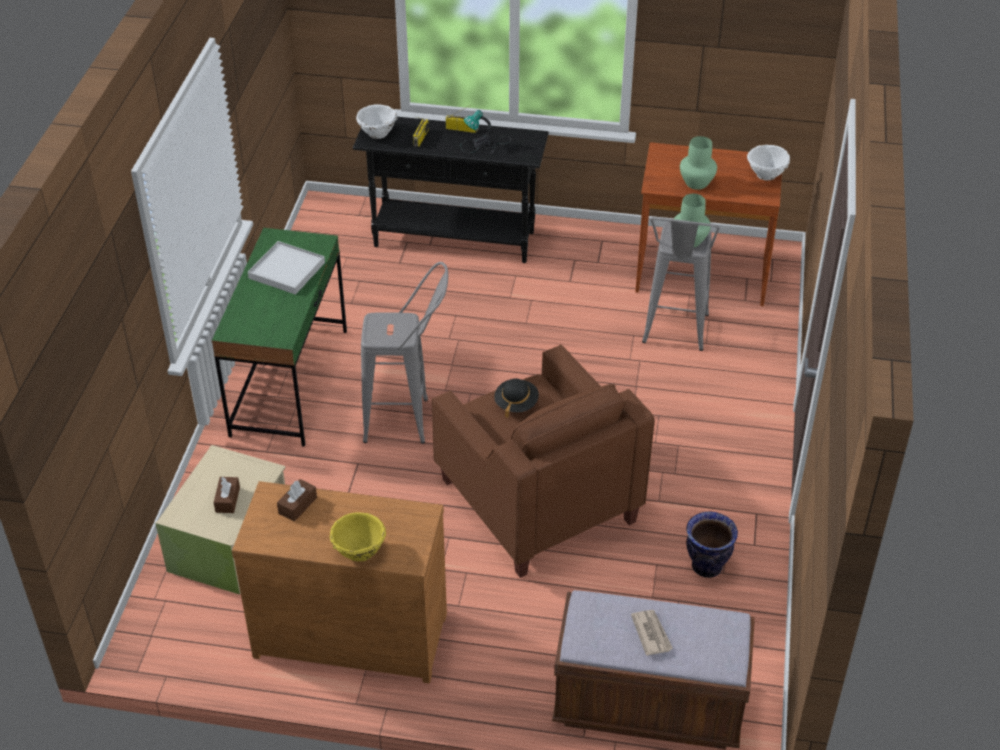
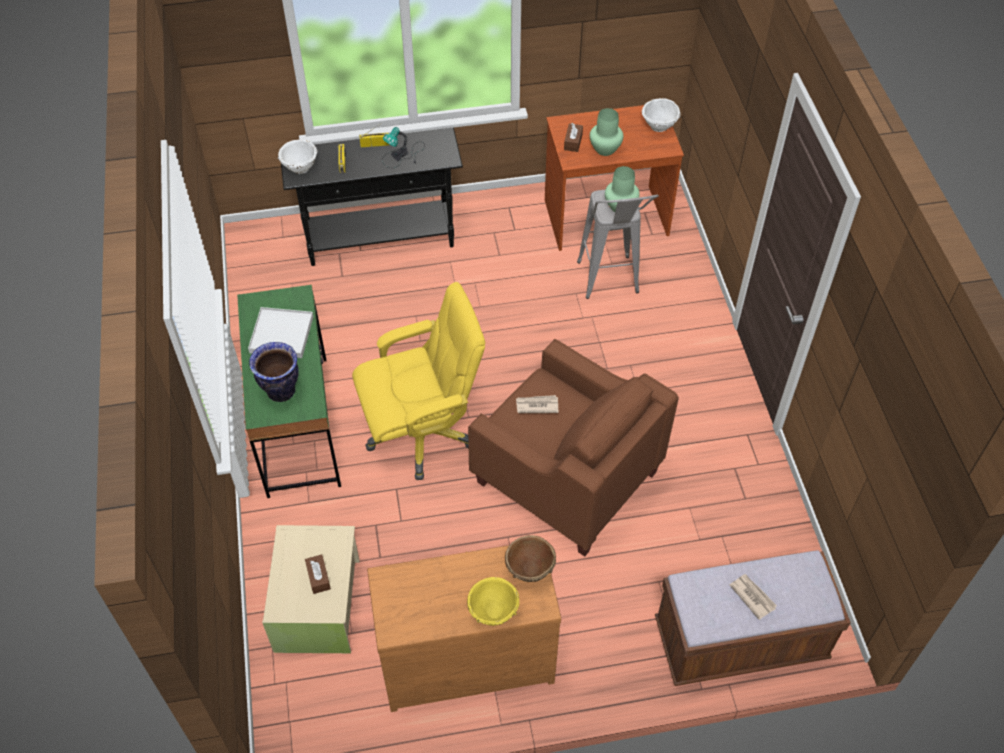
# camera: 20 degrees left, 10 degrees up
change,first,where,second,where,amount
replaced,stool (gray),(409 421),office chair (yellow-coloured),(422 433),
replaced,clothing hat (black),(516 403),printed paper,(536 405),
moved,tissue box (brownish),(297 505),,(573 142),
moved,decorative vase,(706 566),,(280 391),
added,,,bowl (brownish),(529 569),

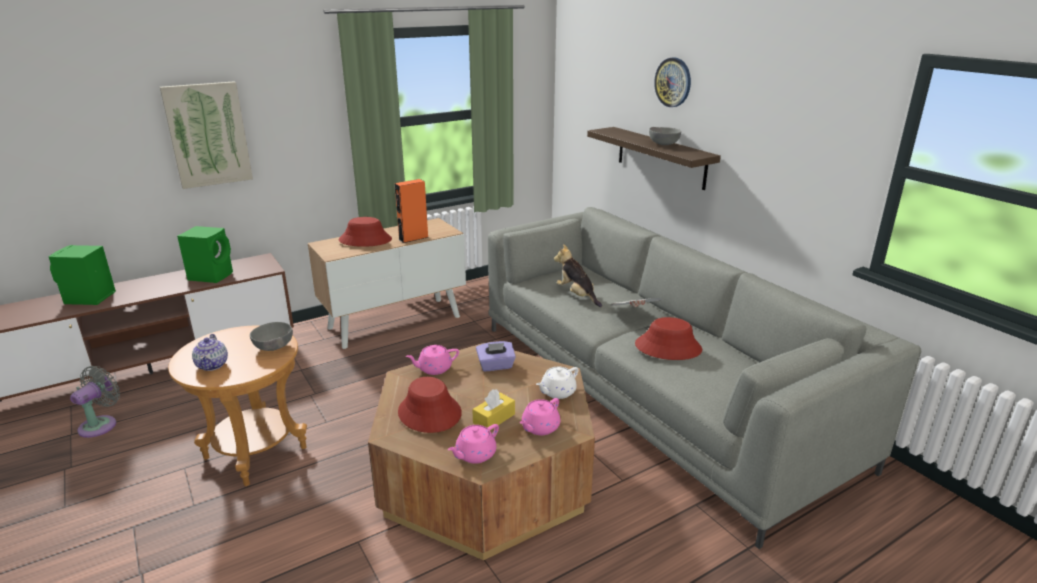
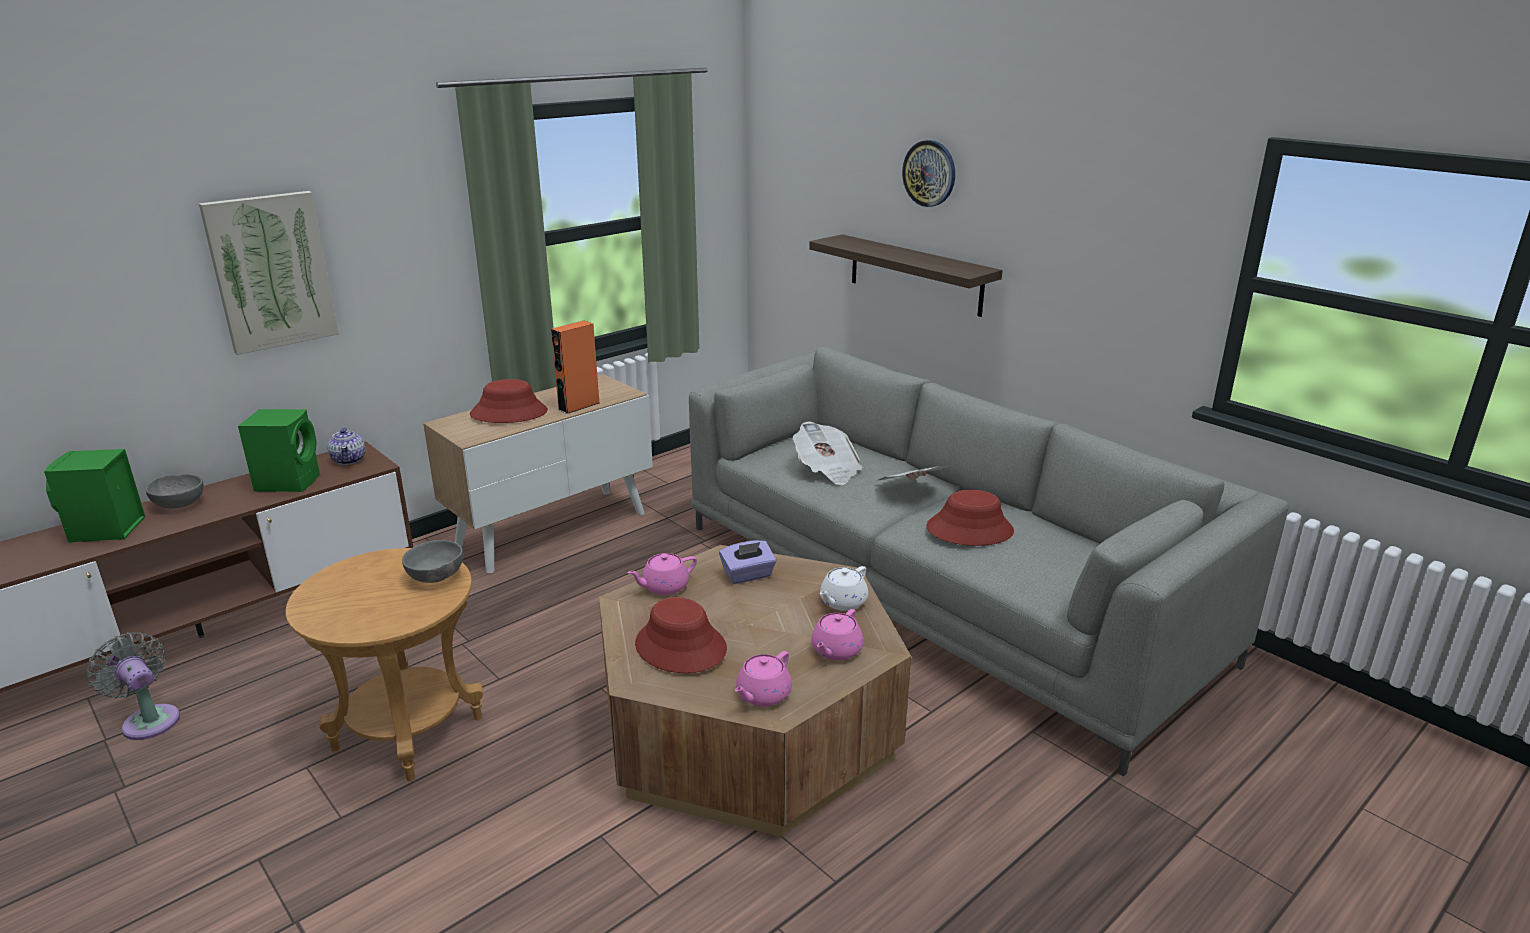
# camera: 10 degrees left, 0 degrees up
change,first,where,second,where,amount
moved,bowl (gray),(663 144),,(180 504),
replaced,cuddly toy,(577 295),printed paper,(827 470),
moved,teapot,(213 365),,(349 460),
turned,cooling fan (gray),(101 424),,(149 720),60 degrees counterclockwise
removed,tissue box (yellow-coloured),(494 419),,,

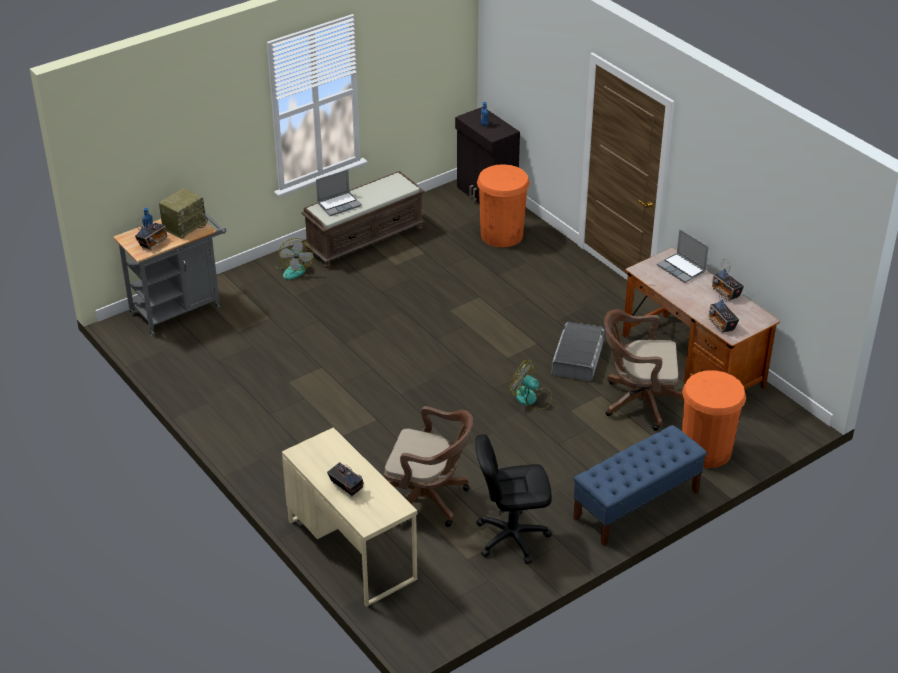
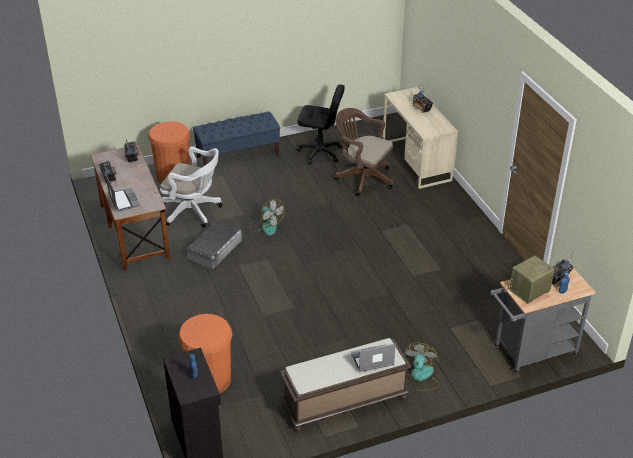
# camera: 165 degrees left, 0 degrees up
change,first,where,second,where,amount
recoloured,office chair (brownish),(638 402),office chair (white-coloured),(193 211),

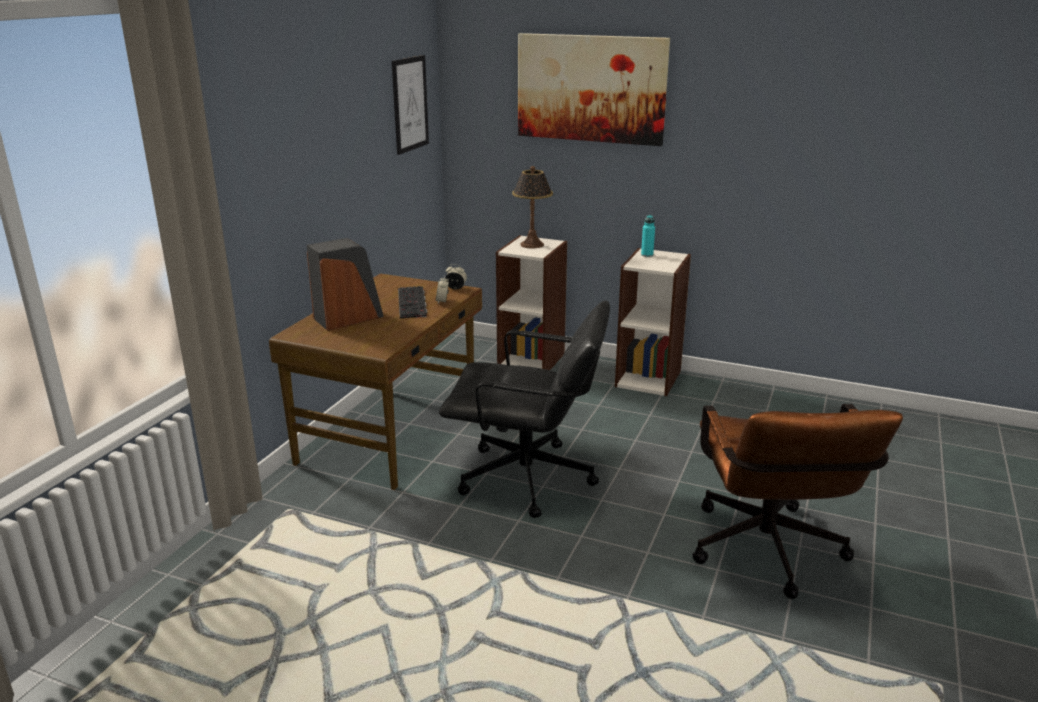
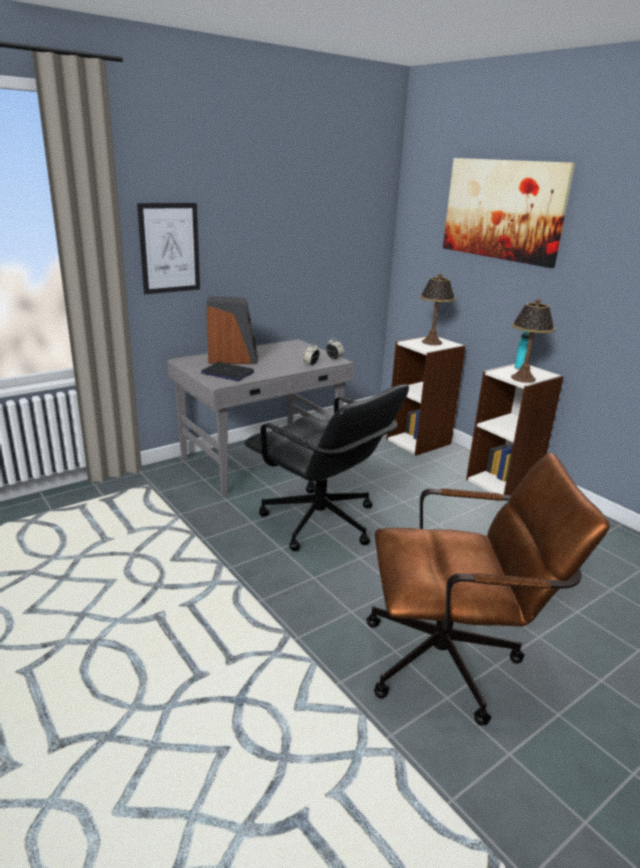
# camera: 30 degrees right, 0 degrees up
change,first,where,second,where,amount
moved,wall art,(410 104),,(169 248),
recoloured,desk unit (brownish),(391 434),desk unit (gray),(262 460),
removed,PC keyboard,(413 303),,,
turned,office chair (brownish),(769 556),,(455 661),120 degrees counterclockwise
added,,,table lamp,(523 378),
added,,,notebook computer,(227 373),

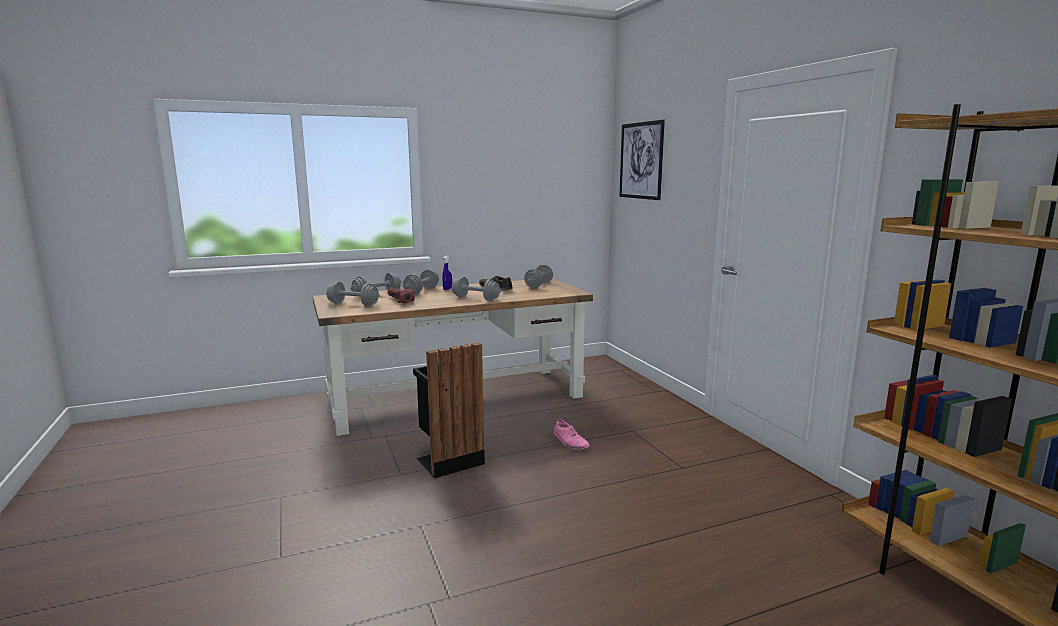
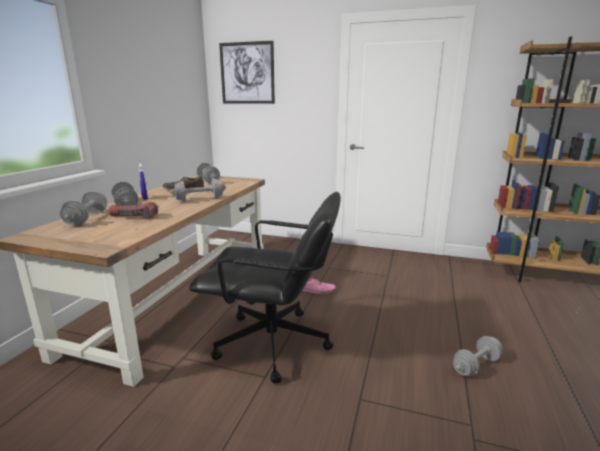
# camera: 50 degrees left, 5 degrees up
change,first,where,second,where,amount
moved,hand weight (gray),(353 304),,(476 365),
replaced,rubbish bin (black),(448 460),office chair (black),(273 344),

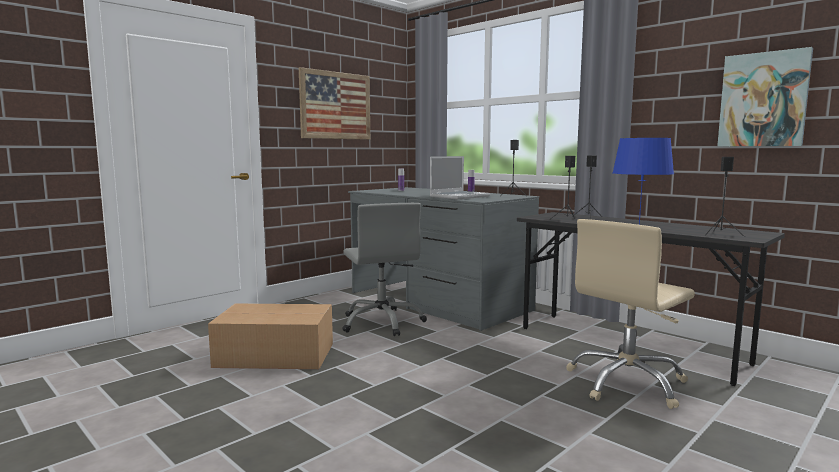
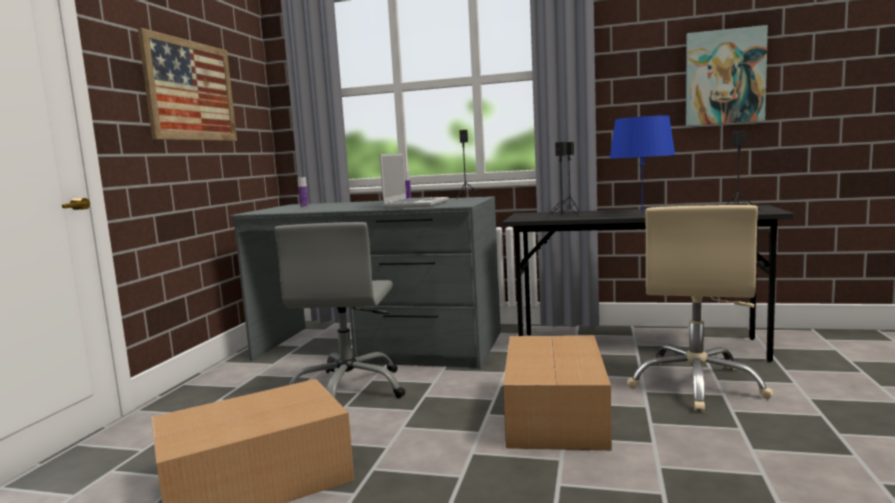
# camera: 30 degrees left, 0 degrees up
change,first,where,second,where,amount
turned,office chair (gray),(382 322),,(349 389),60 degrees clockwise
added,,,carton,(556 413),

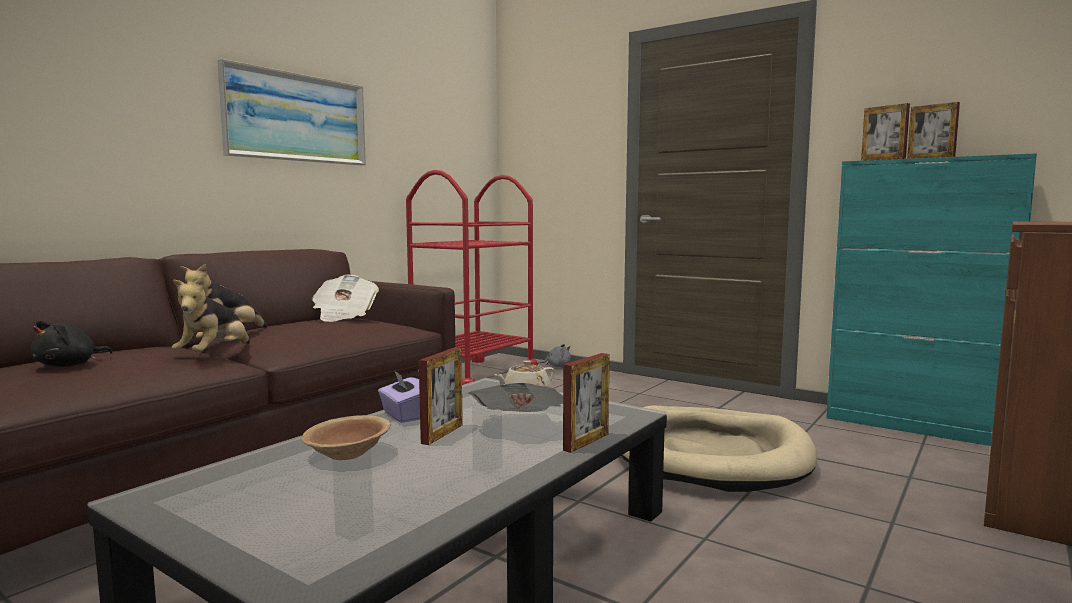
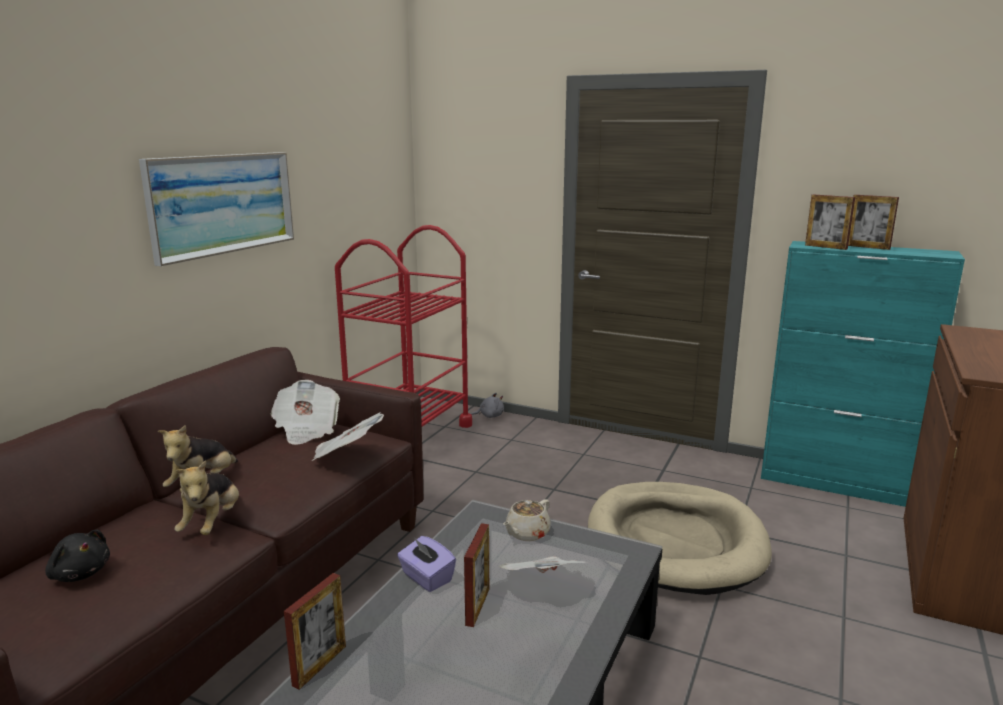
# camera: 10 degrees left, 10 degrees up
change,first,where,second,where,amount
turned,cuddly toy (black),(69 365),,(80 573),75 degrees counterclockwise
moved,standing frame,(586 442),,(319 665),
removed,bowl (brownish),(347 454),,,
added,,,printed paper,(347 454),

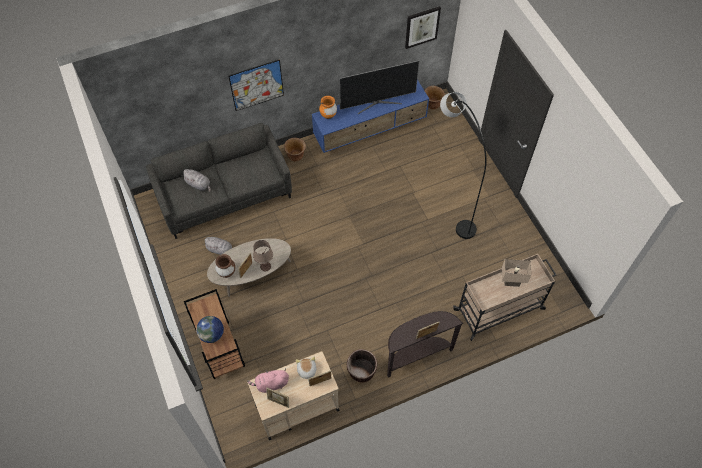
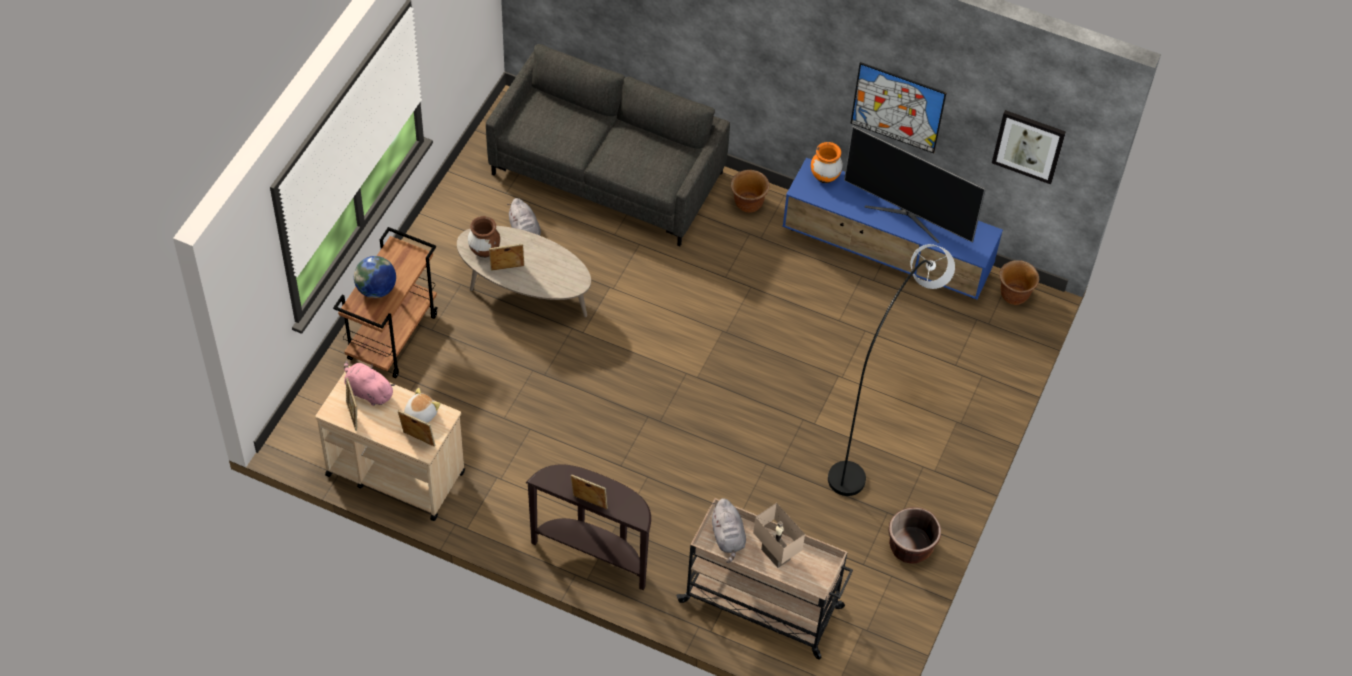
# camera: 45 degrees right, 5 degrees down
change,first,where,second,where,amount
moved,wall art,(256 85),,(897 107),
moved,cuddly toy (gray),(199 184),,(728 537),
removed,table lamp (brownish),(265 266),,,
moved,plant pot (brownish),(361 371),,(911 546),

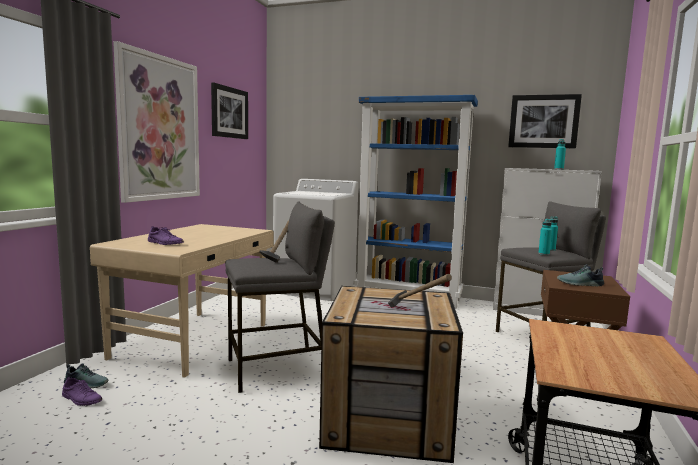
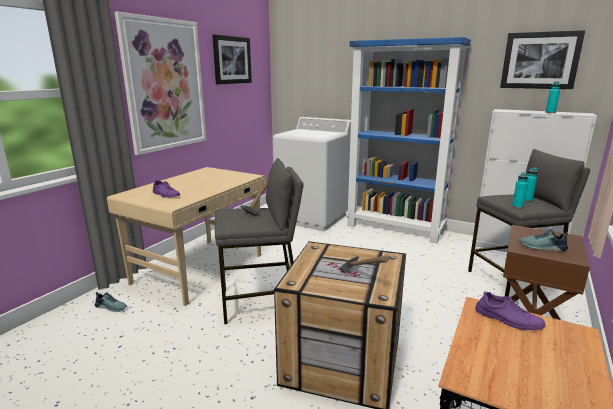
# camera: 10 degrees right, 10 degrees up
change,first,where,second,where,amount
moved,shoe (purple),(81 399),,(508 319),

